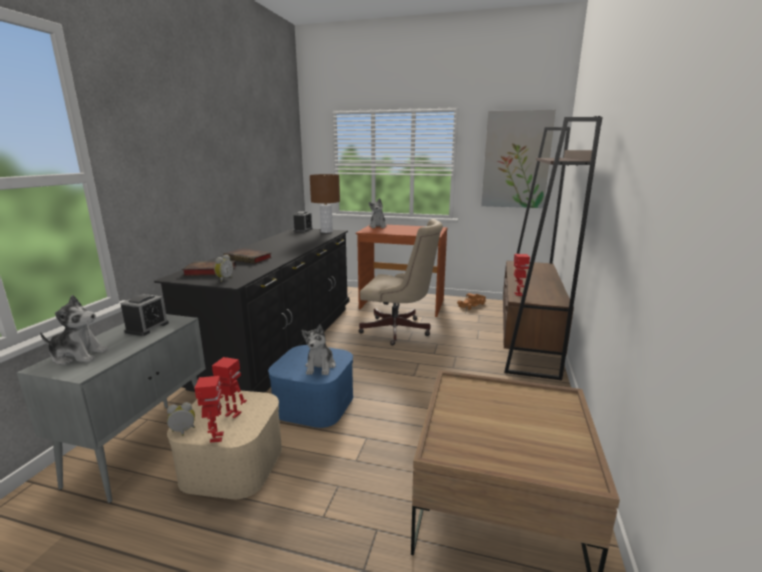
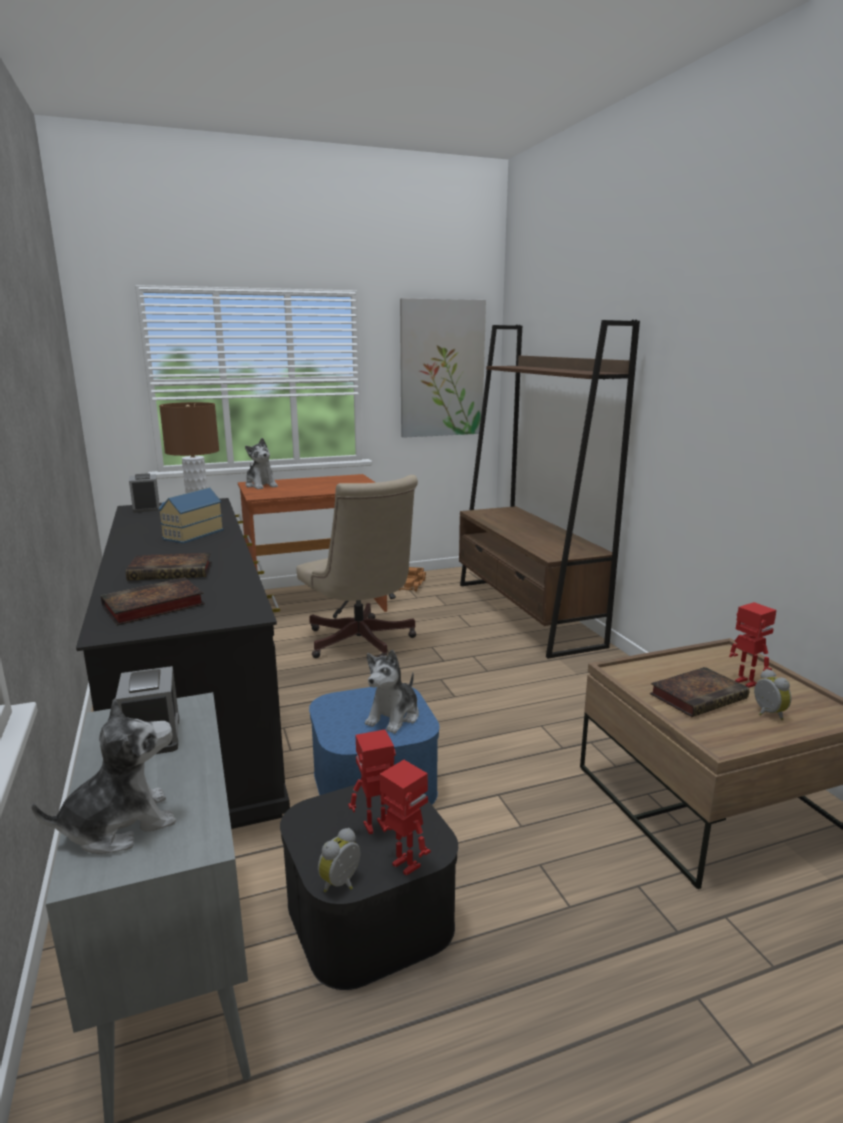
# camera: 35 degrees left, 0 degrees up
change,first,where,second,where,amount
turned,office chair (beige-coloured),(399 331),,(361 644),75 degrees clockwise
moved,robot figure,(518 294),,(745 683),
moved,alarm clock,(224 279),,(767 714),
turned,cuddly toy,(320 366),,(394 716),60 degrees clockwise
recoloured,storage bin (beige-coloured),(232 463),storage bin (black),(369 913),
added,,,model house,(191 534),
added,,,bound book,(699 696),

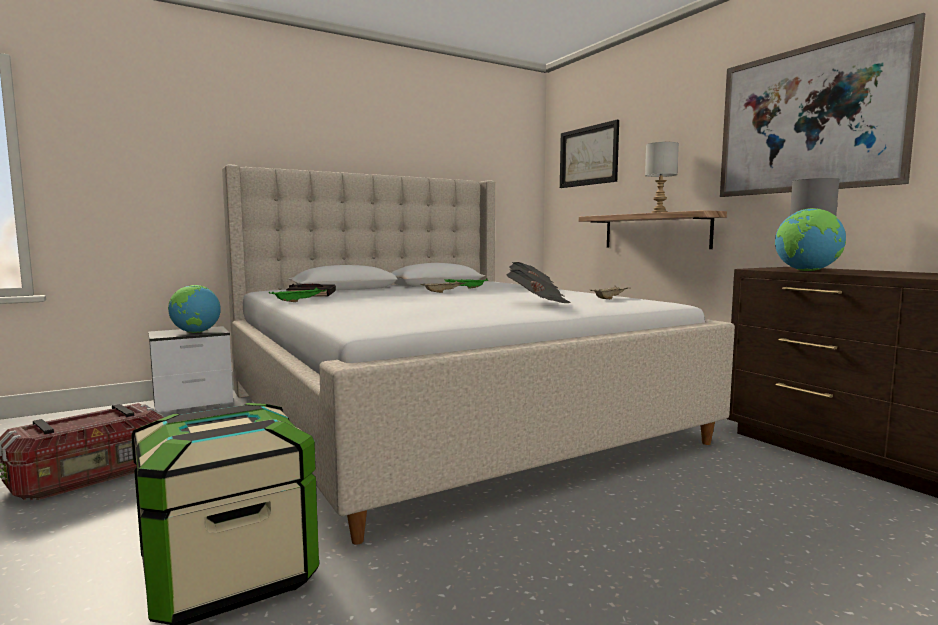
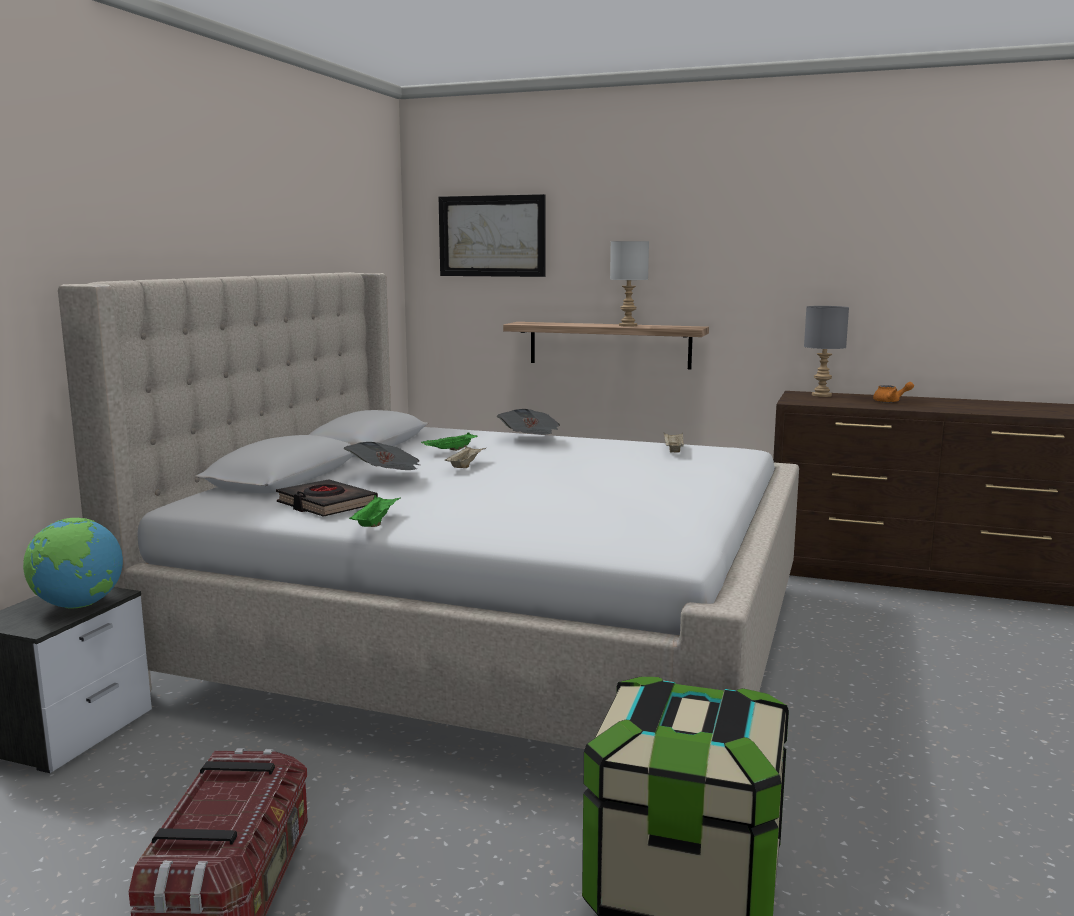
# camera: 40 degrees left, 5 degrees up
change,first,where,second,where,amount
removed,wall art,(807 119),,,
removed,world globe,(806 271),,,
moved,printed paper,(539 304),,(386 477),
added,,,teapot (orangey),(890 401),

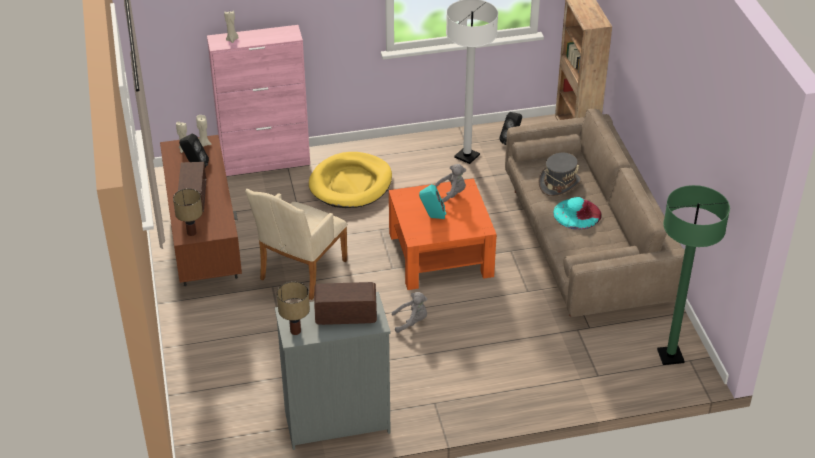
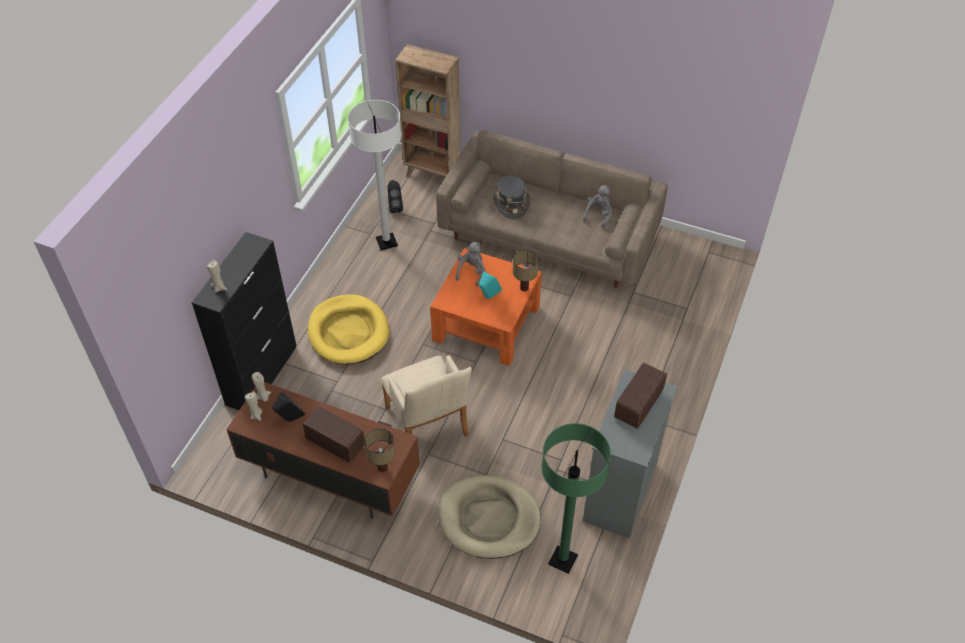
# camera: 55 degrees left, 10 degrees up
change,first,where,second,where,amount
recoloured,cabinet (pink),(266 162),cabinet (black),(262 374),
moved,floor lamp (greenish),(670 356),,(563 560),
removed,clothing hat (turquoise-coloured),(577 213),,,
moved,table lamp,(295 331),,(524 288),
moved,cuddly toy (gray),(411 321),,(598 214),
added,,,dog cushion (beige-coloured),(489 519),

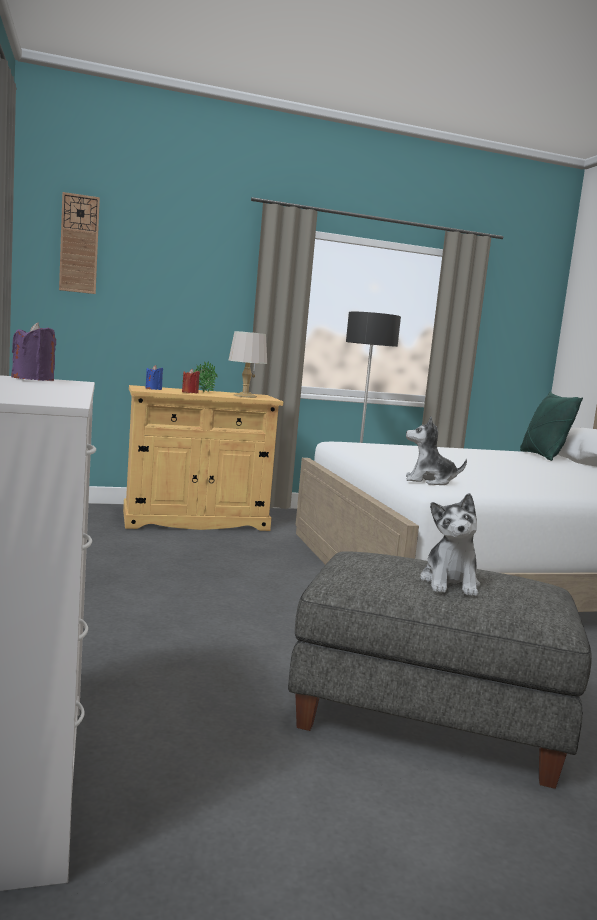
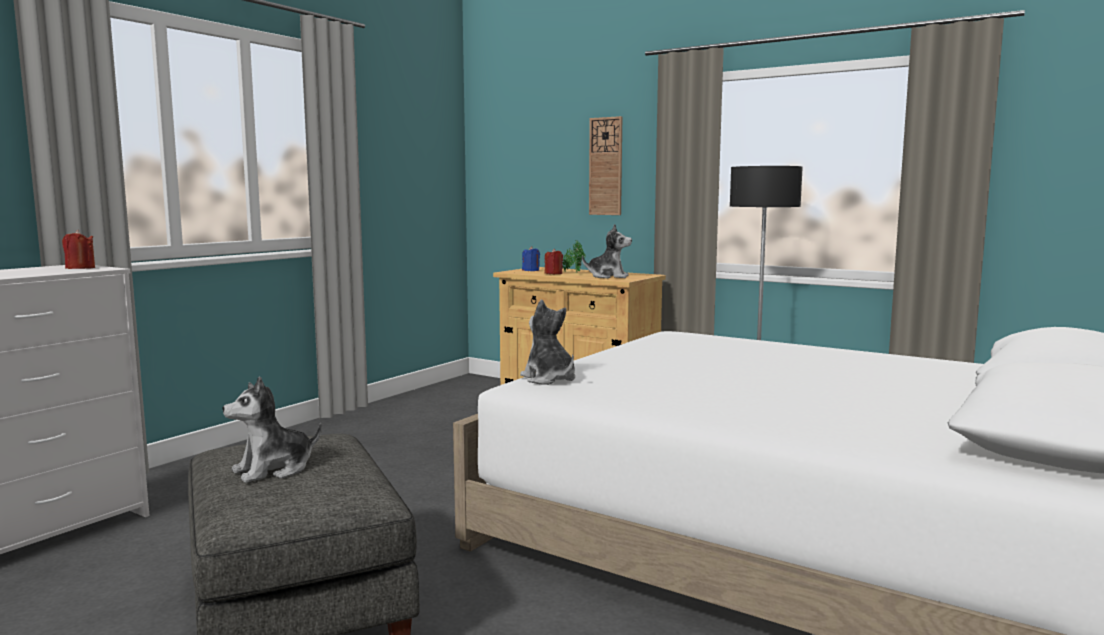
# camera: 50 degrees right, 0 degrees up
change,first,where,second,where,amount
moved,hanging clock,(79 244),,(606 166),
recoloured,candle (purple),(34 379),candle (reddish),(80 268),
replaced,table lamp (gray),(244 396),cuddly toy,(608 276),
removed,pillow (greenish),(542 456),,,

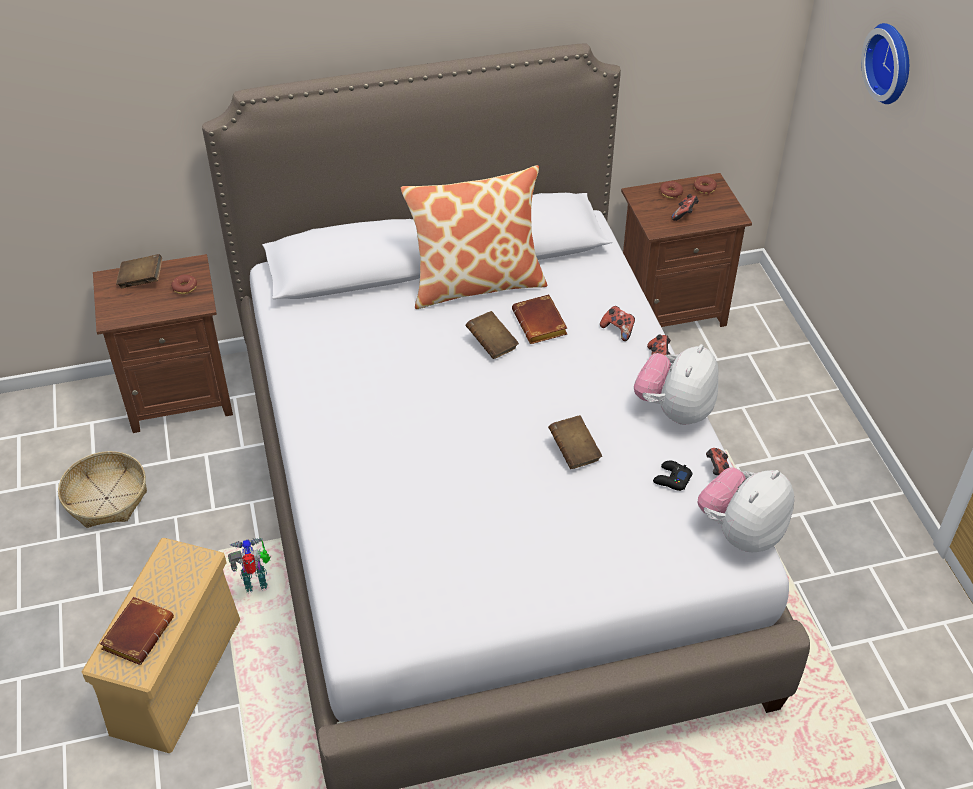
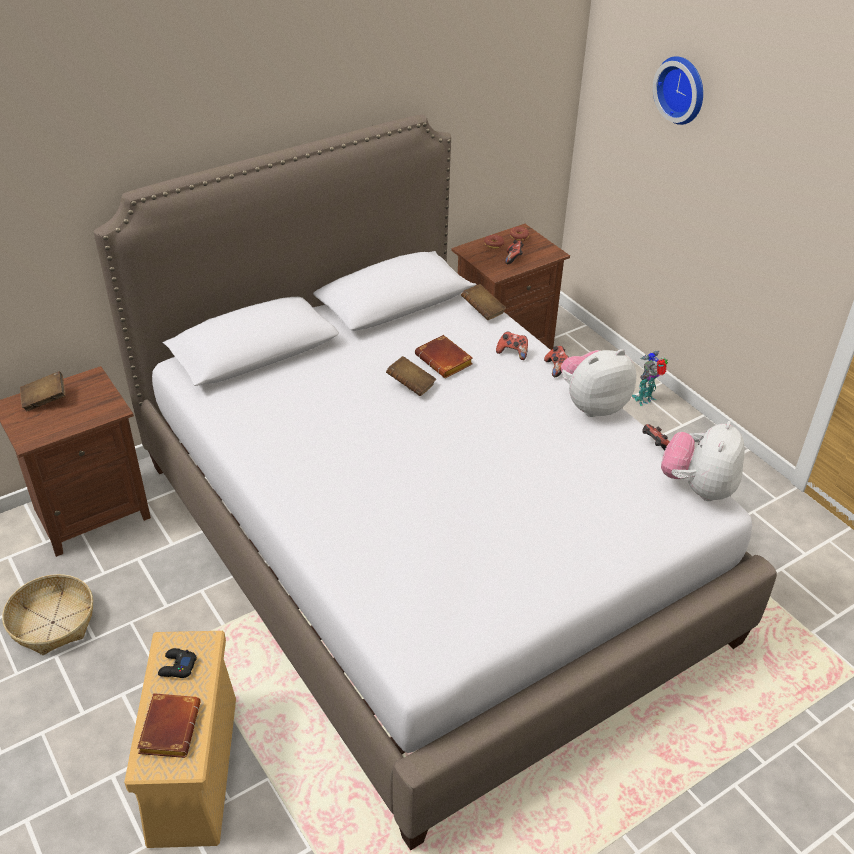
# camera: 20 degrees left, 5 degrees down
change,first,where,second,where,amount
removed,pillow,(476 283),,,
removed,ring doughnut,(185 288),,,
turned,cuddly toy,(674 410),,(592 405),60 degrees clockwise
moved,bound book (brownish),(574 451),,(482 311),
moved,joypad (black),(671 479),,(177 667),
moved,robot figure,(258 590),,(645 399),

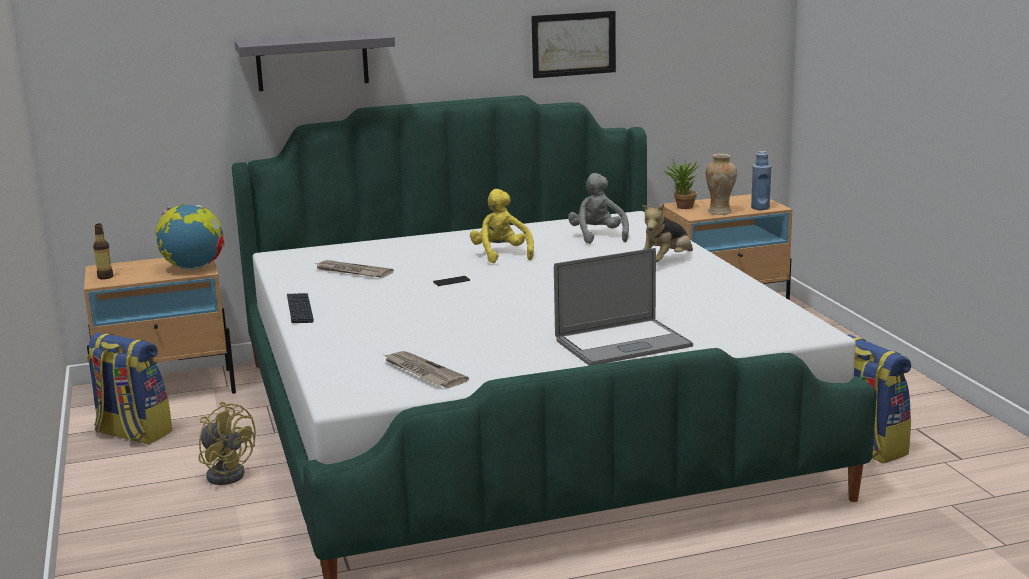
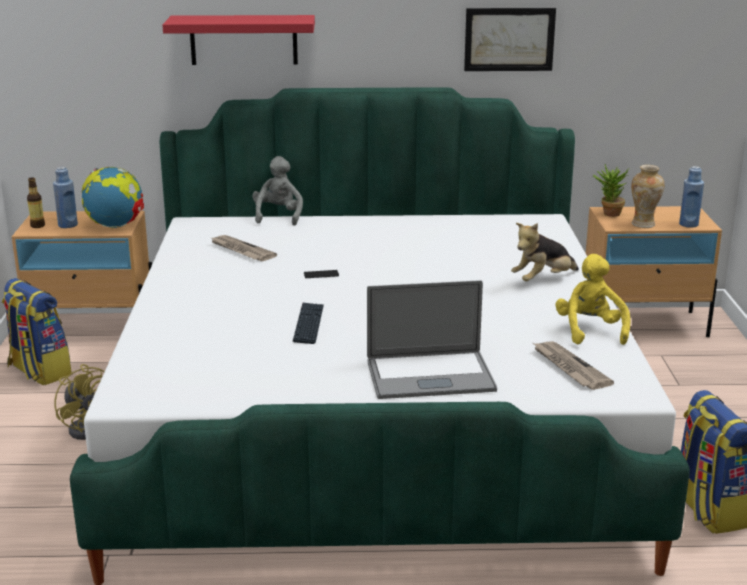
# camera: 15 degrees right, 5 degrees up
change,first,where,second,where,amount
recoloured,wall shelf (gray),(312 61),wall shelf (reddish),(243 40),
moved,cuddly toy (gray),(597 236),,(278 216),
moved,cuddly toy (yellow-coloured),(501 255),,(590 331),
moved,PC keyboard,(299 309),,(308 324),
moved,printed paper,(423 372),,(569 367),
added,,,beverage bottle (blue-coloured),(68 225),

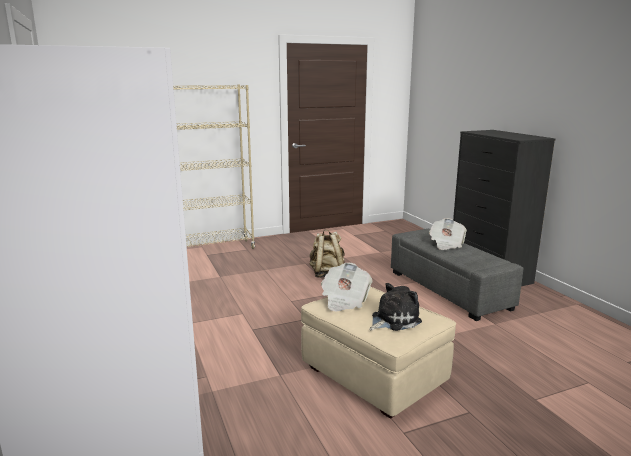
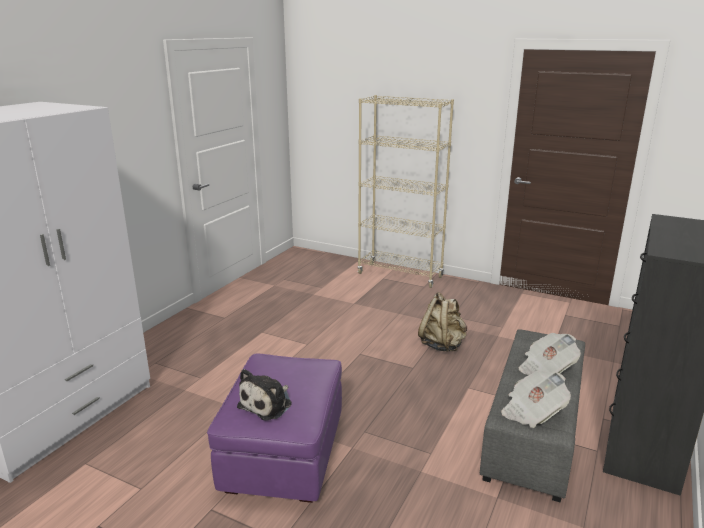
# camera: 50 degrees right, 5 degrees up
change,first,where,second,where,amount
moved,printed paper,(344 300),,(532 412),
turned,cuddly toy,(393 320),,(267 404),105 degrees clockwise
recoloured,footrest (beige-coloured),(373 376),footrest (purple),(283 455),

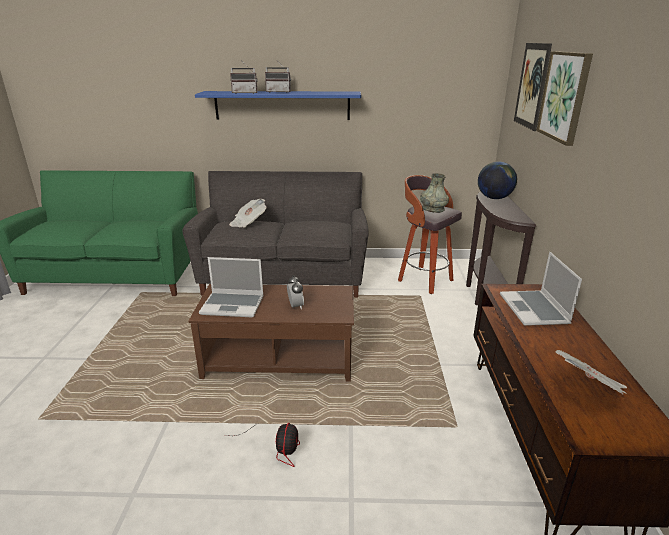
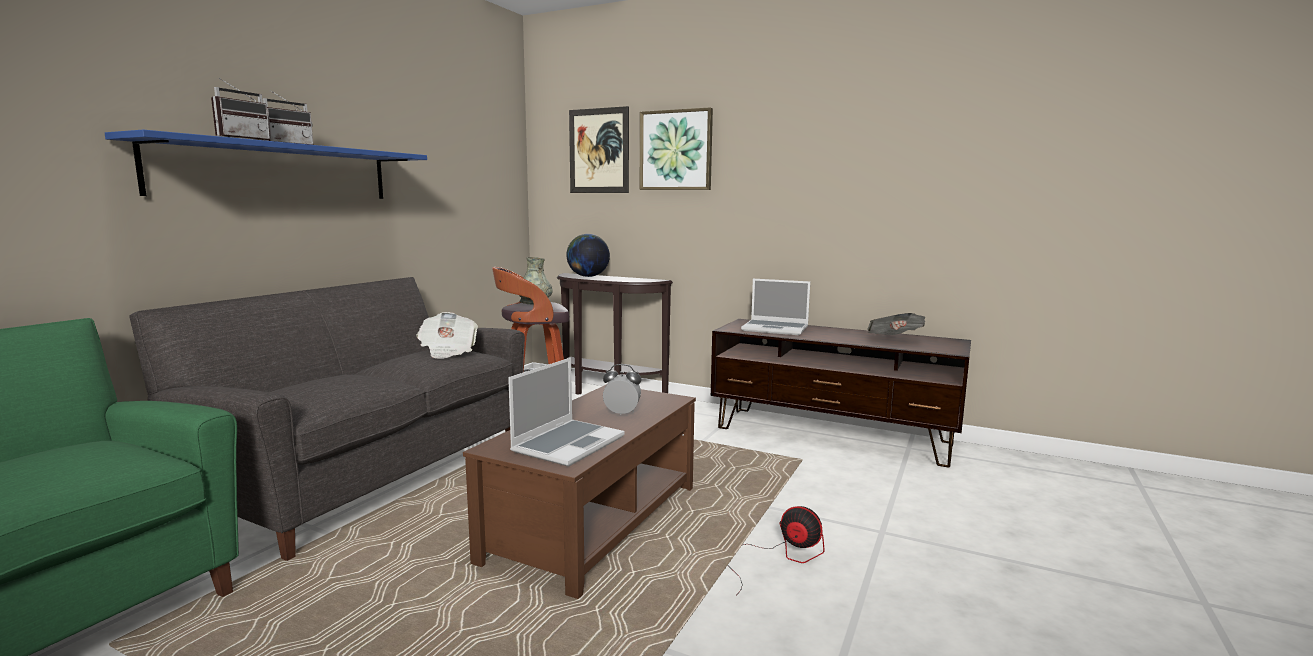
# camera: 65 degrees left, 15 degrees down
change,first,where,second,where,amount
moved,printed paper,(248 223),,(448 351),

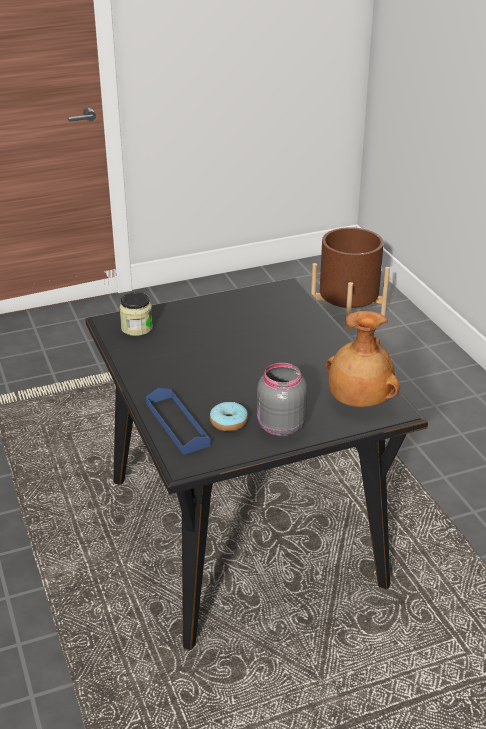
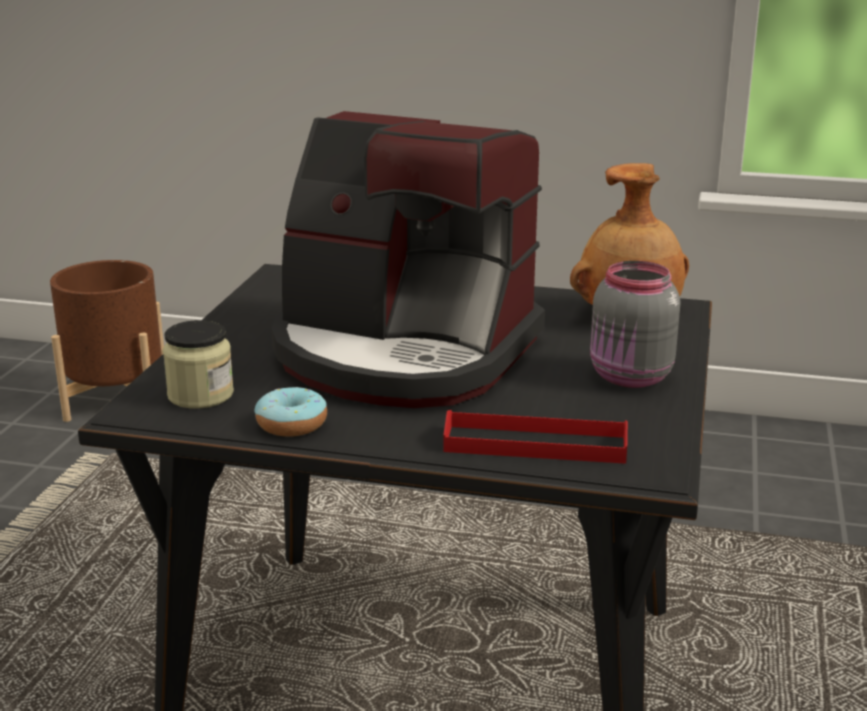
# camera: 55 degrees left, 10 degrees down
change,first,where,second,where,amount
recoloured,serving tray (blue-coloured),(177 424),serving tray (reddish),(535 444),
moved,ring doughnut,(228 422),,(291 424),
added,,,coffee maker,(403 353),

